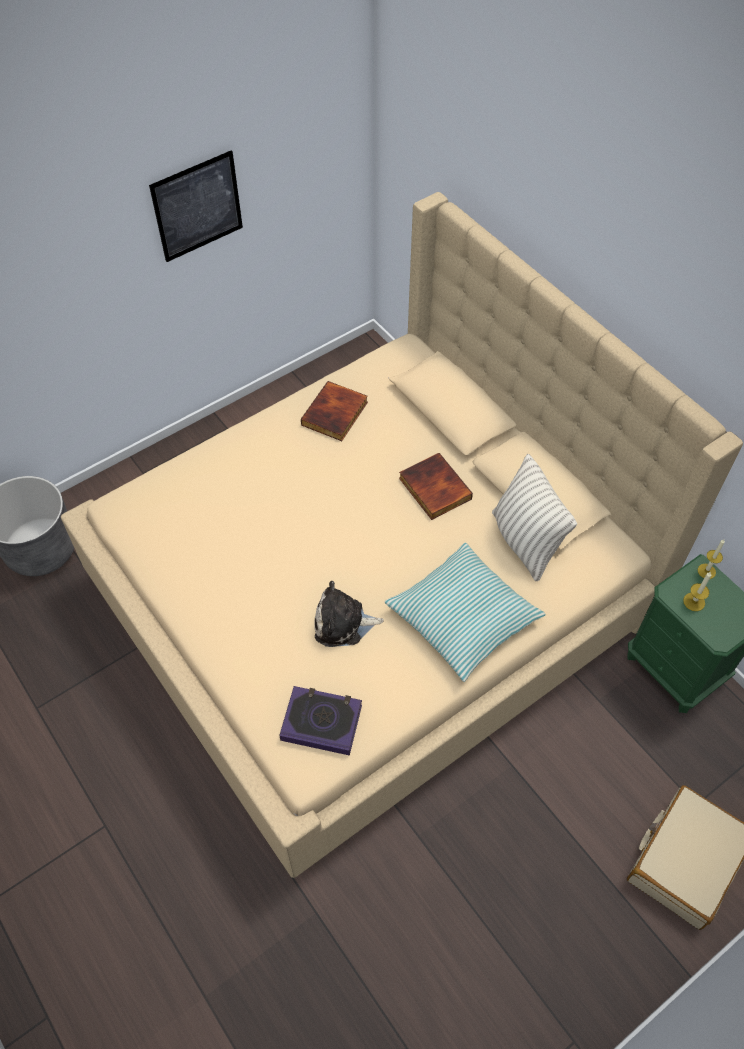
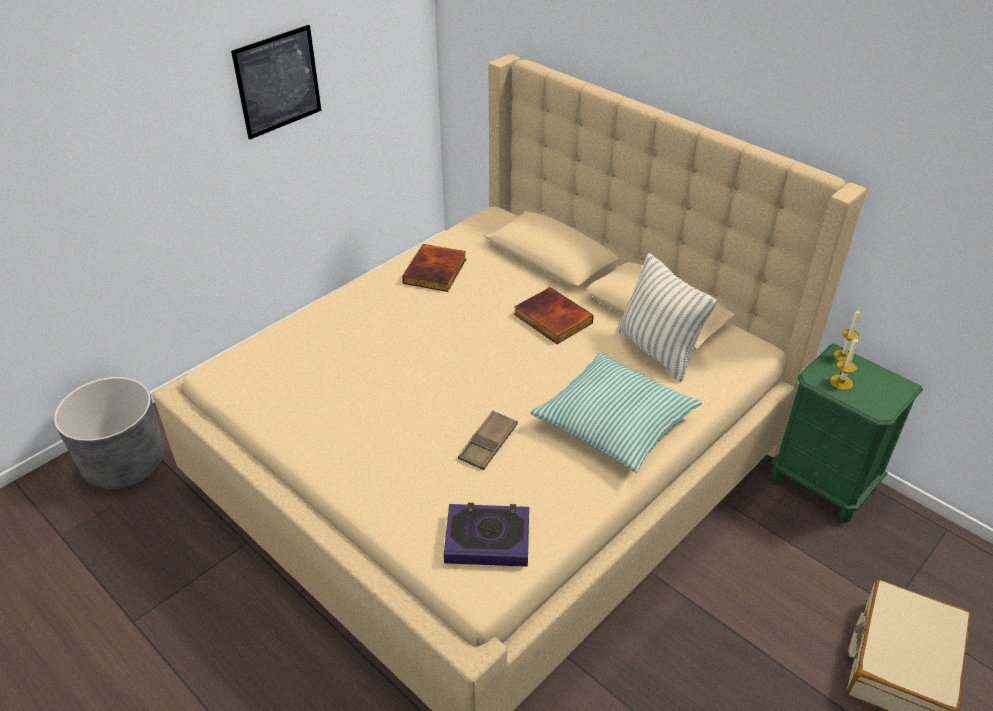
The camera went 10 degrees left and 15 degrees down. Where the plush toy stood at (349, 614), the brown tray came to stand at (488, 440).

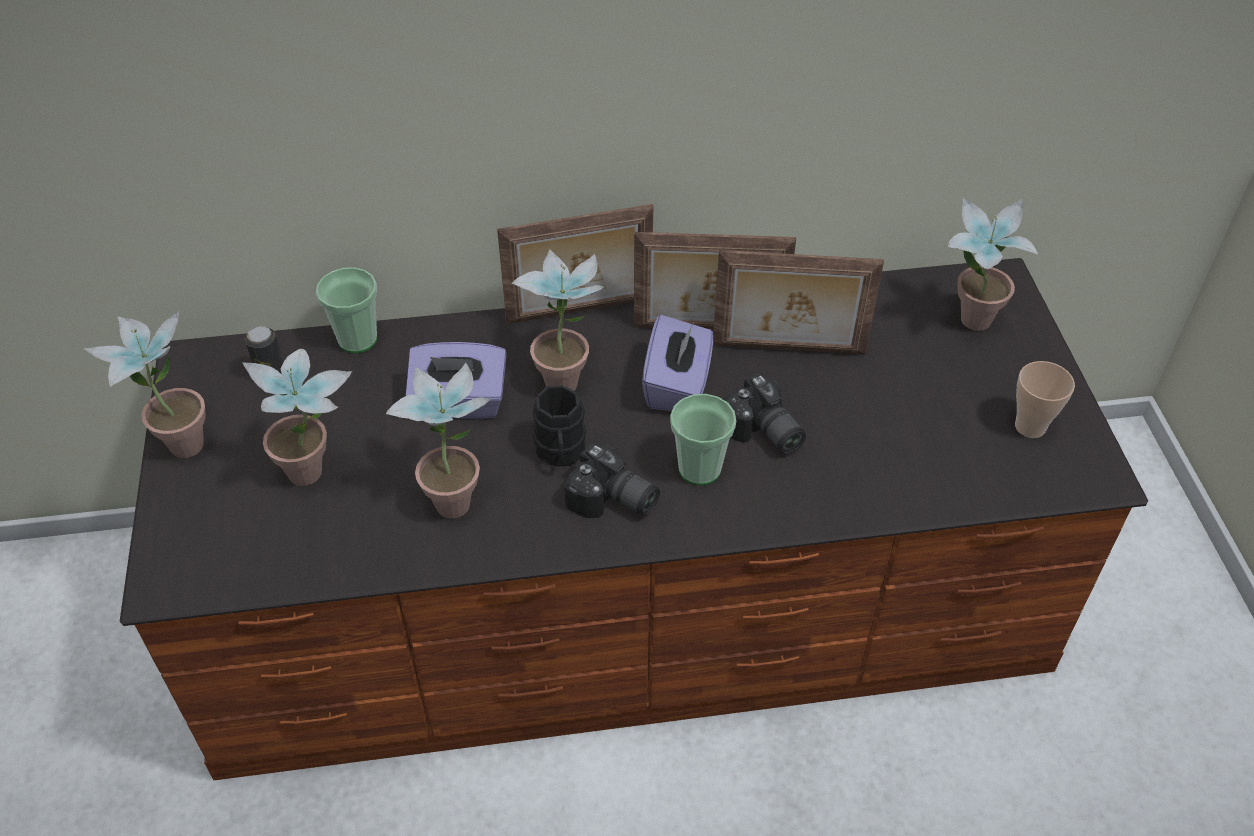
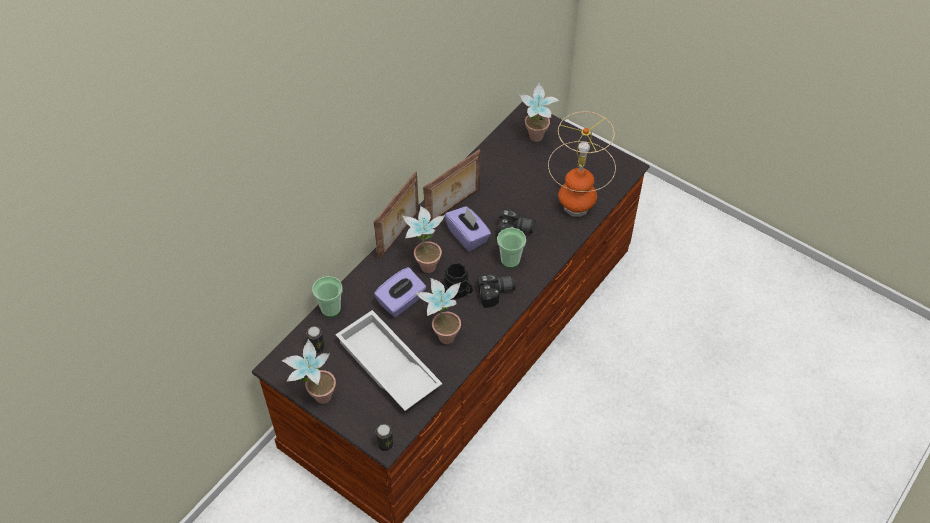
The camera went 45 degrees left and 5 degrees up. Where the potted plant stood at (297, 417), the white tray came to stand at (389, 360). The second view lost the picture frame at (798, 302). The second view lost the cup at (1045, 399). The second view gained the can at (384, 437). The second view gained the table lamp at (582, 164).

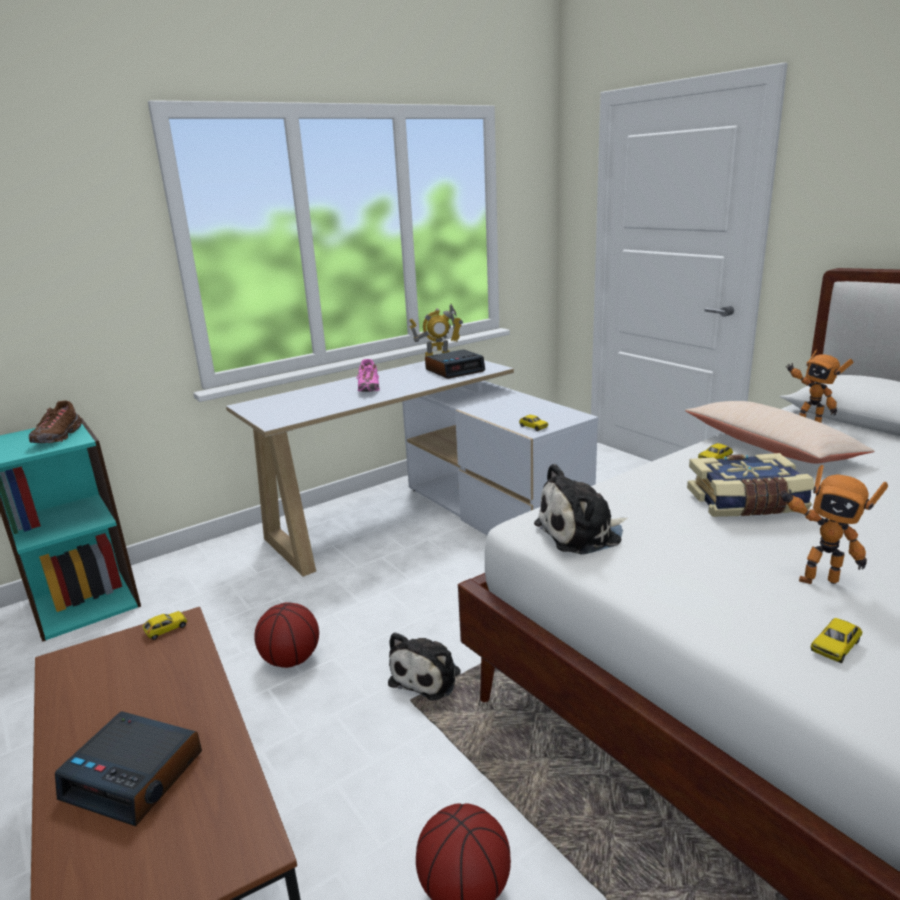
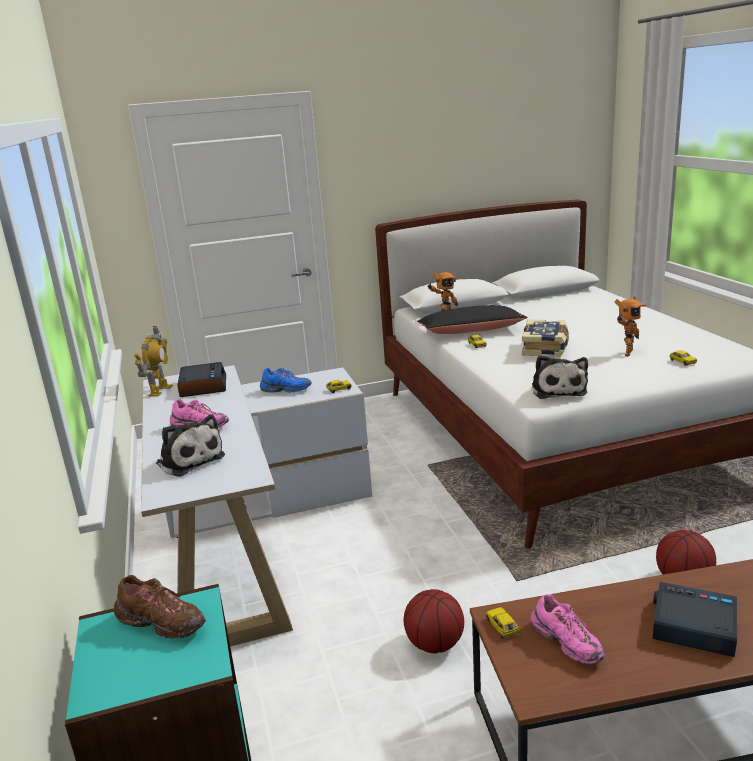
The camera went 70 degrees left and 0 degrees up. The alarm clock at (128, 768) ended up facing another way, 105 degrees counterclockwise from before. The plush toy ended up elsewhere, having gone from (424, 666) to (190, 445). What was the beige pillow at (779, 432) turned into the black pillow at (472, 319). The second view gained the blue shoe at (286, 380). The second view gained the pink shoe at (568, 629).

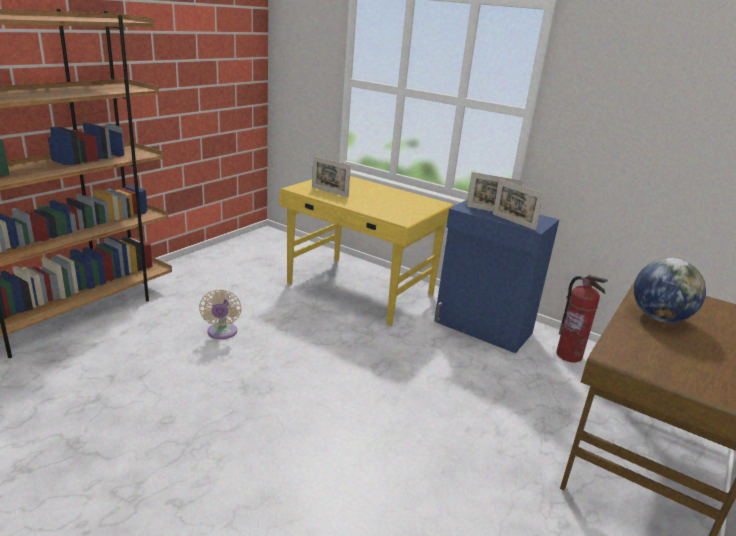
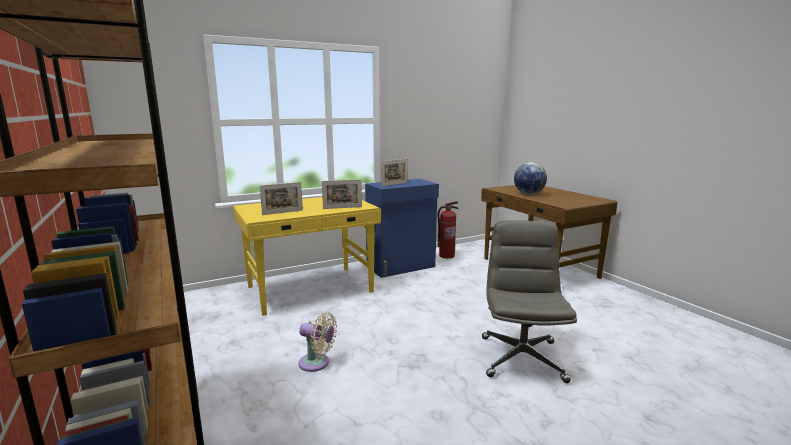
The camera went 60 degrees left and 10 degrees down. The picture frame ended up elsewhere, having gone from (518, 204) to (342, 194). The second view gained the grey office chair at (529, 301).

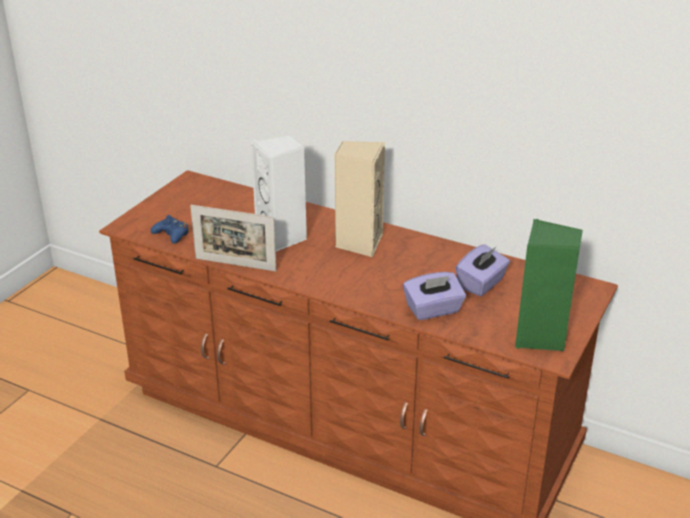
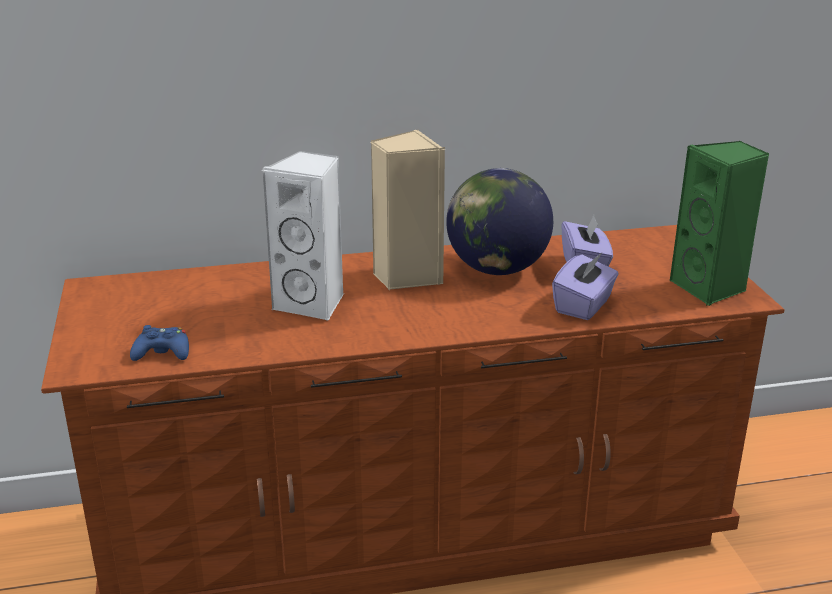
The camera went 40 degrees left and 5 degrees down. The second view lost the picture frame at (233, 238). The second view gained the globe at (499, 221).

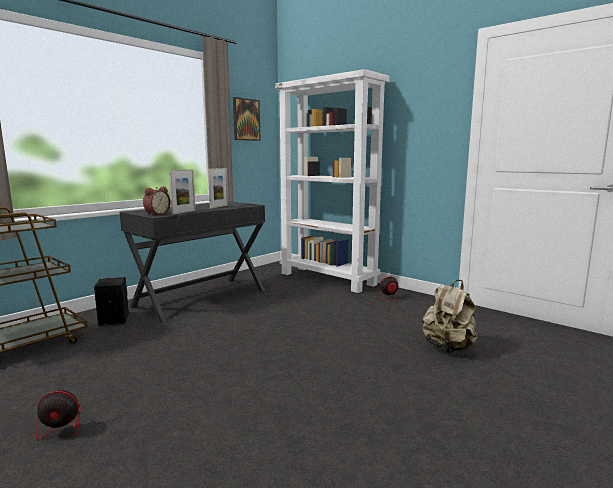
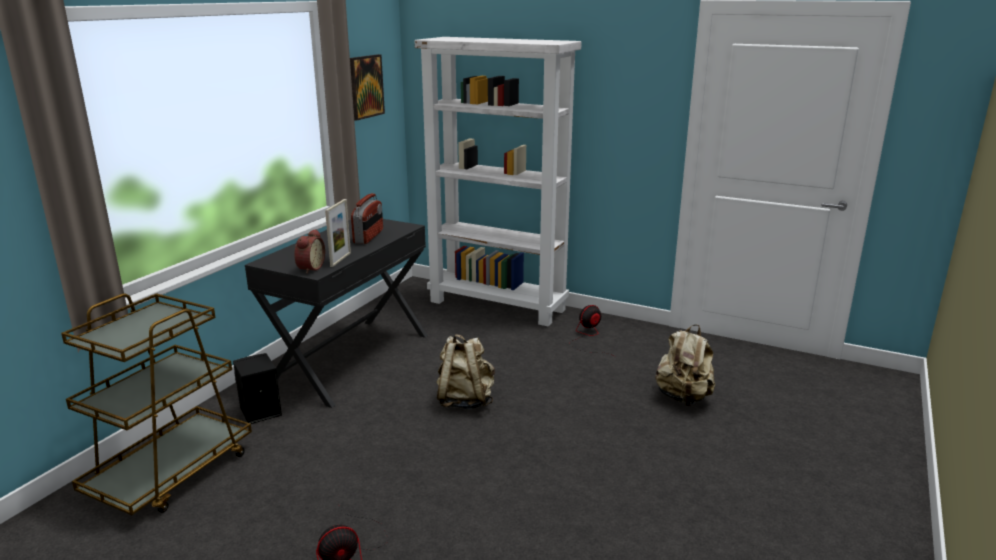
The camera went 15 degrees left and 10 degrees up. Where the picture frame stood at (218, 188), the radio came to stand at (367, 218). The second view gained the beige backpack at (466, 371).

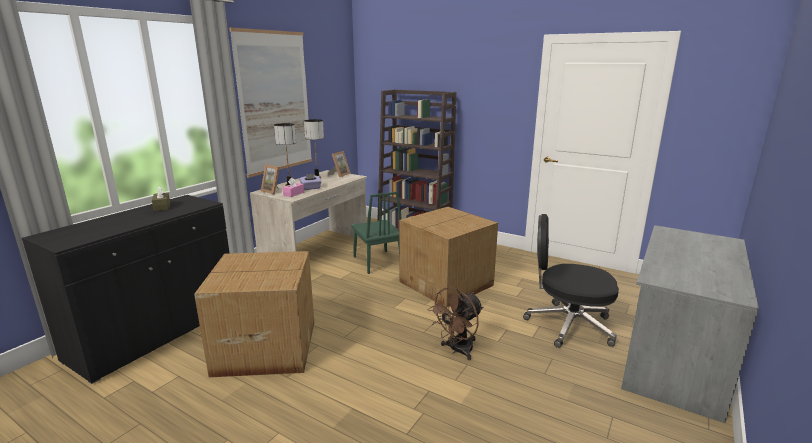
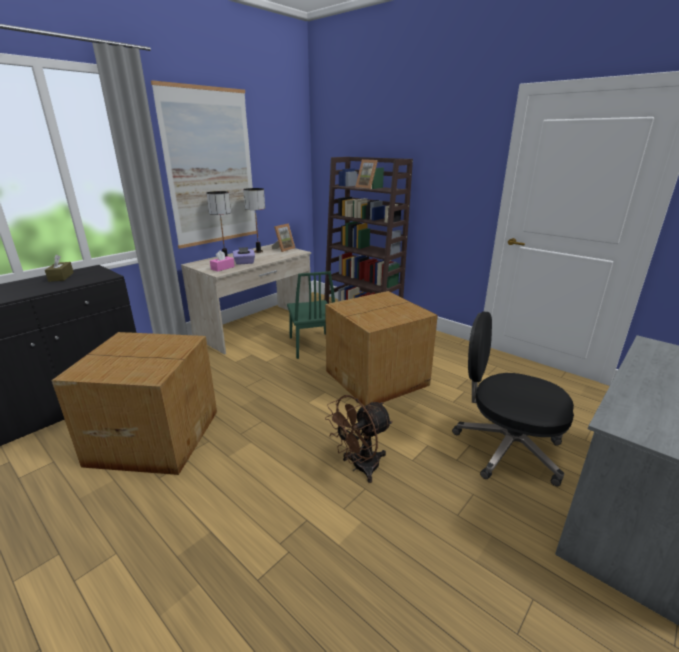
The camera went 10 degrees right and 5 degrees up. The picture frame ended up elsewhere, having gone from (270, 179) to (366, 174).

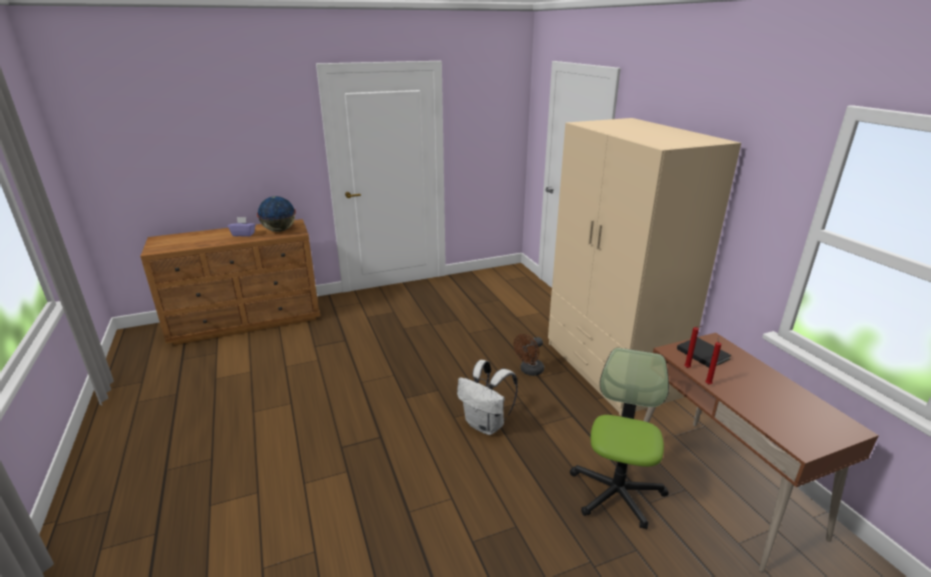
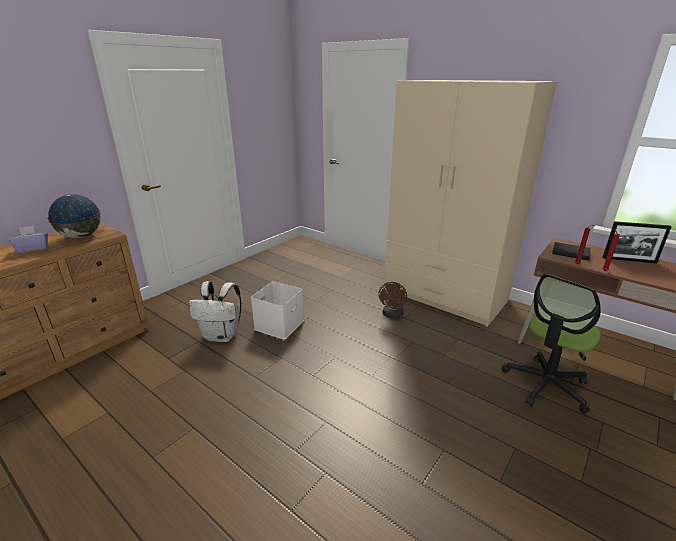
The camera went 30 degrees left and 0 degrees up. The white backpack ended up elsewhere, having gone from (487, 397) to (215, 311). The office chair at (619, 439) ended up facing another way, 120 degrees counterclockwise from before. The second view gained the white storage box at (277, 310). The second view gained the picture frame at (637, 242).

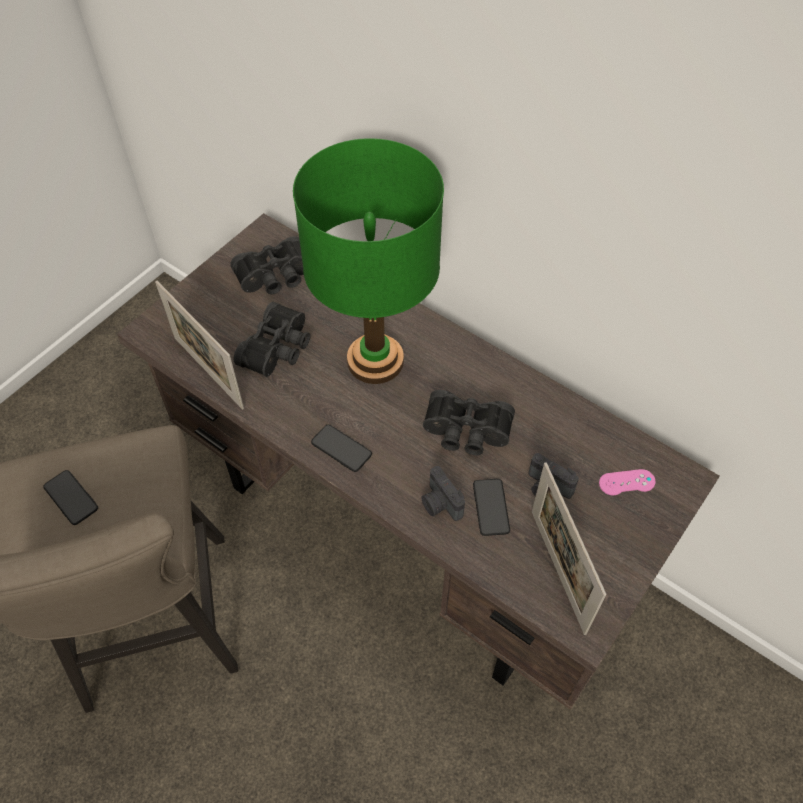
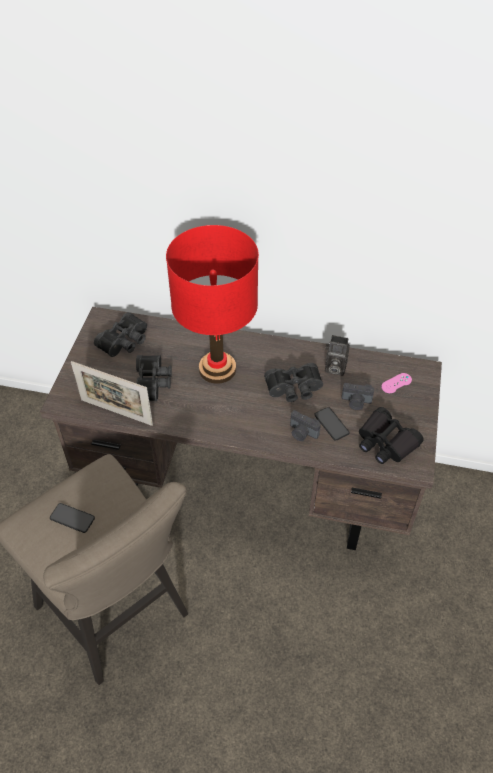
The camera went 25 degrees left and 5 degrees down. What was the green table lamp at (368, 261) turned into the red table lamp at (212, 304). The second view lost the phone at (341, 448). Where the picture frame stood at (569, 549), the black binoculars came to stand at (391, 435). The second view gained the photo camera at (337, 355).

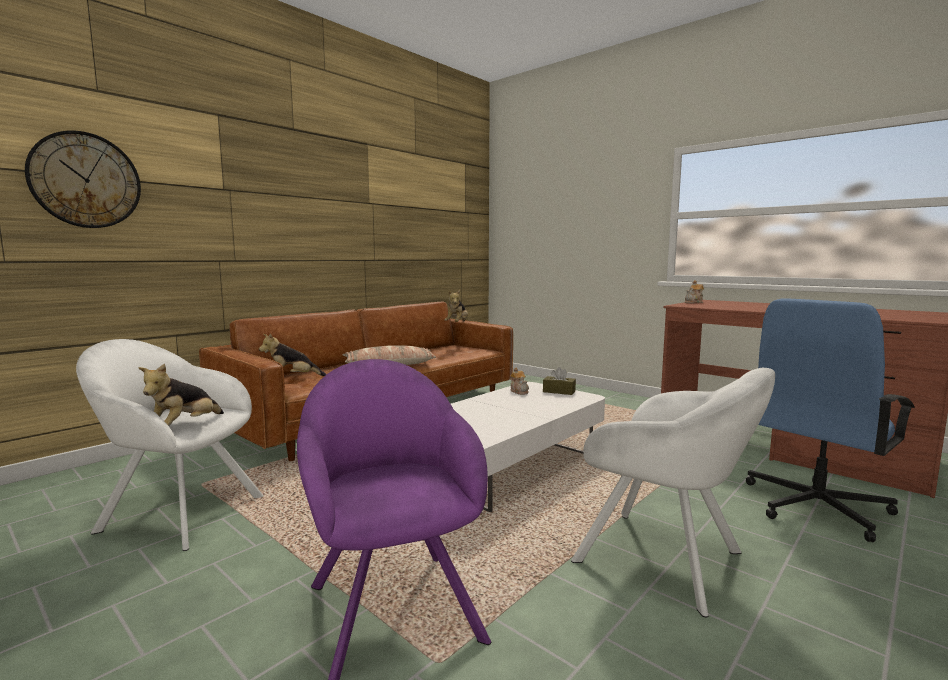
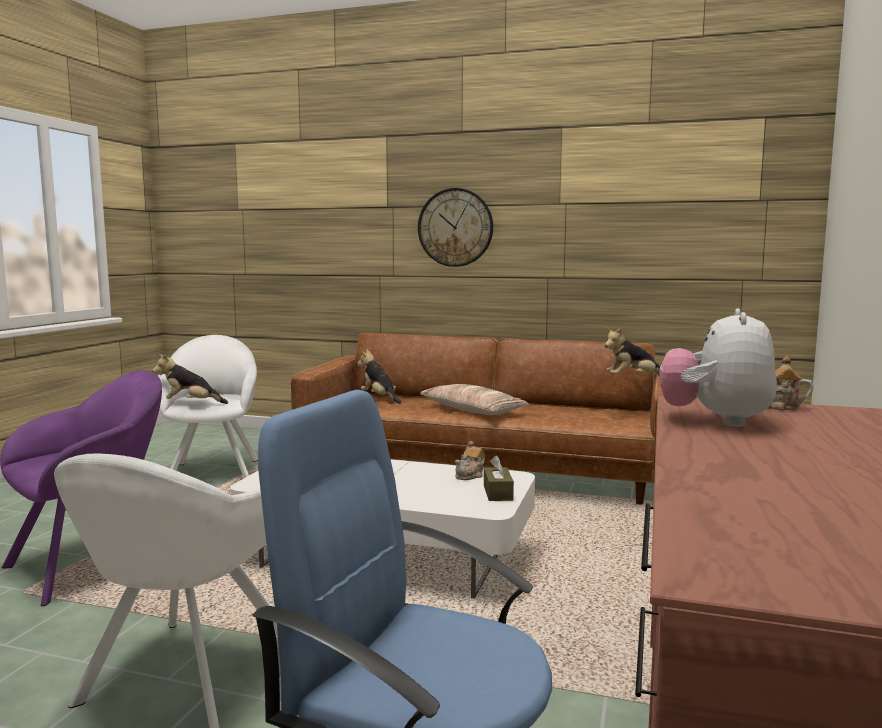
The camera went 65 degrees right and 0 degrees up. The wall clock ended up elsewhere, having gone from (83, 179) to (455, 227). The second view gained the plush toy at (718, 368).

